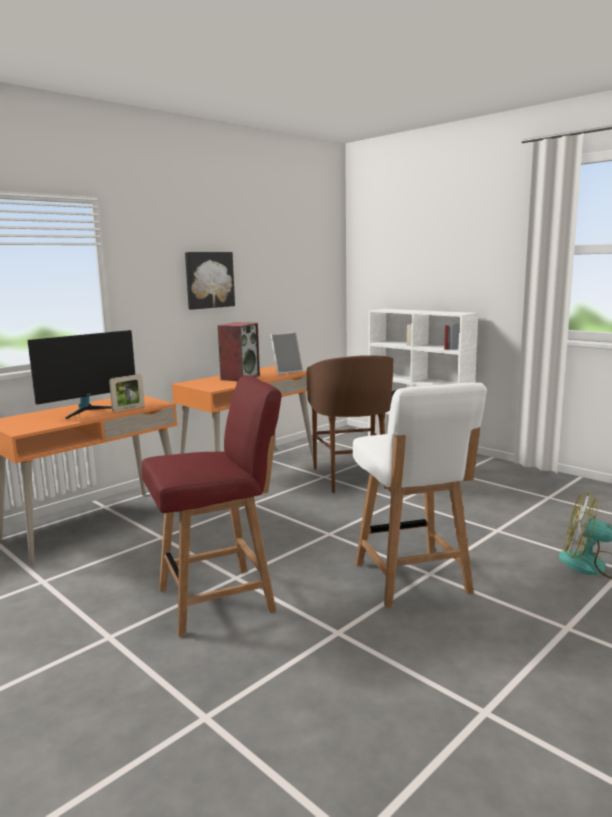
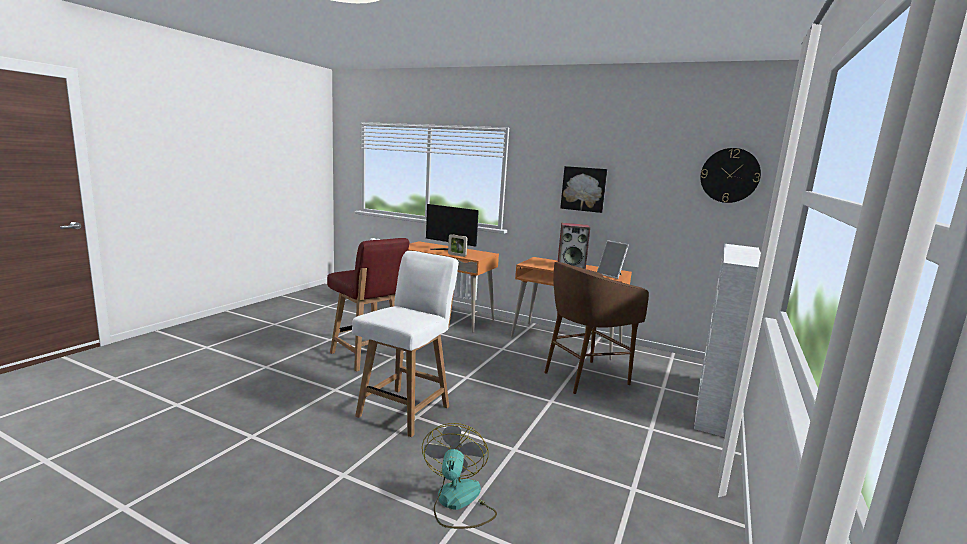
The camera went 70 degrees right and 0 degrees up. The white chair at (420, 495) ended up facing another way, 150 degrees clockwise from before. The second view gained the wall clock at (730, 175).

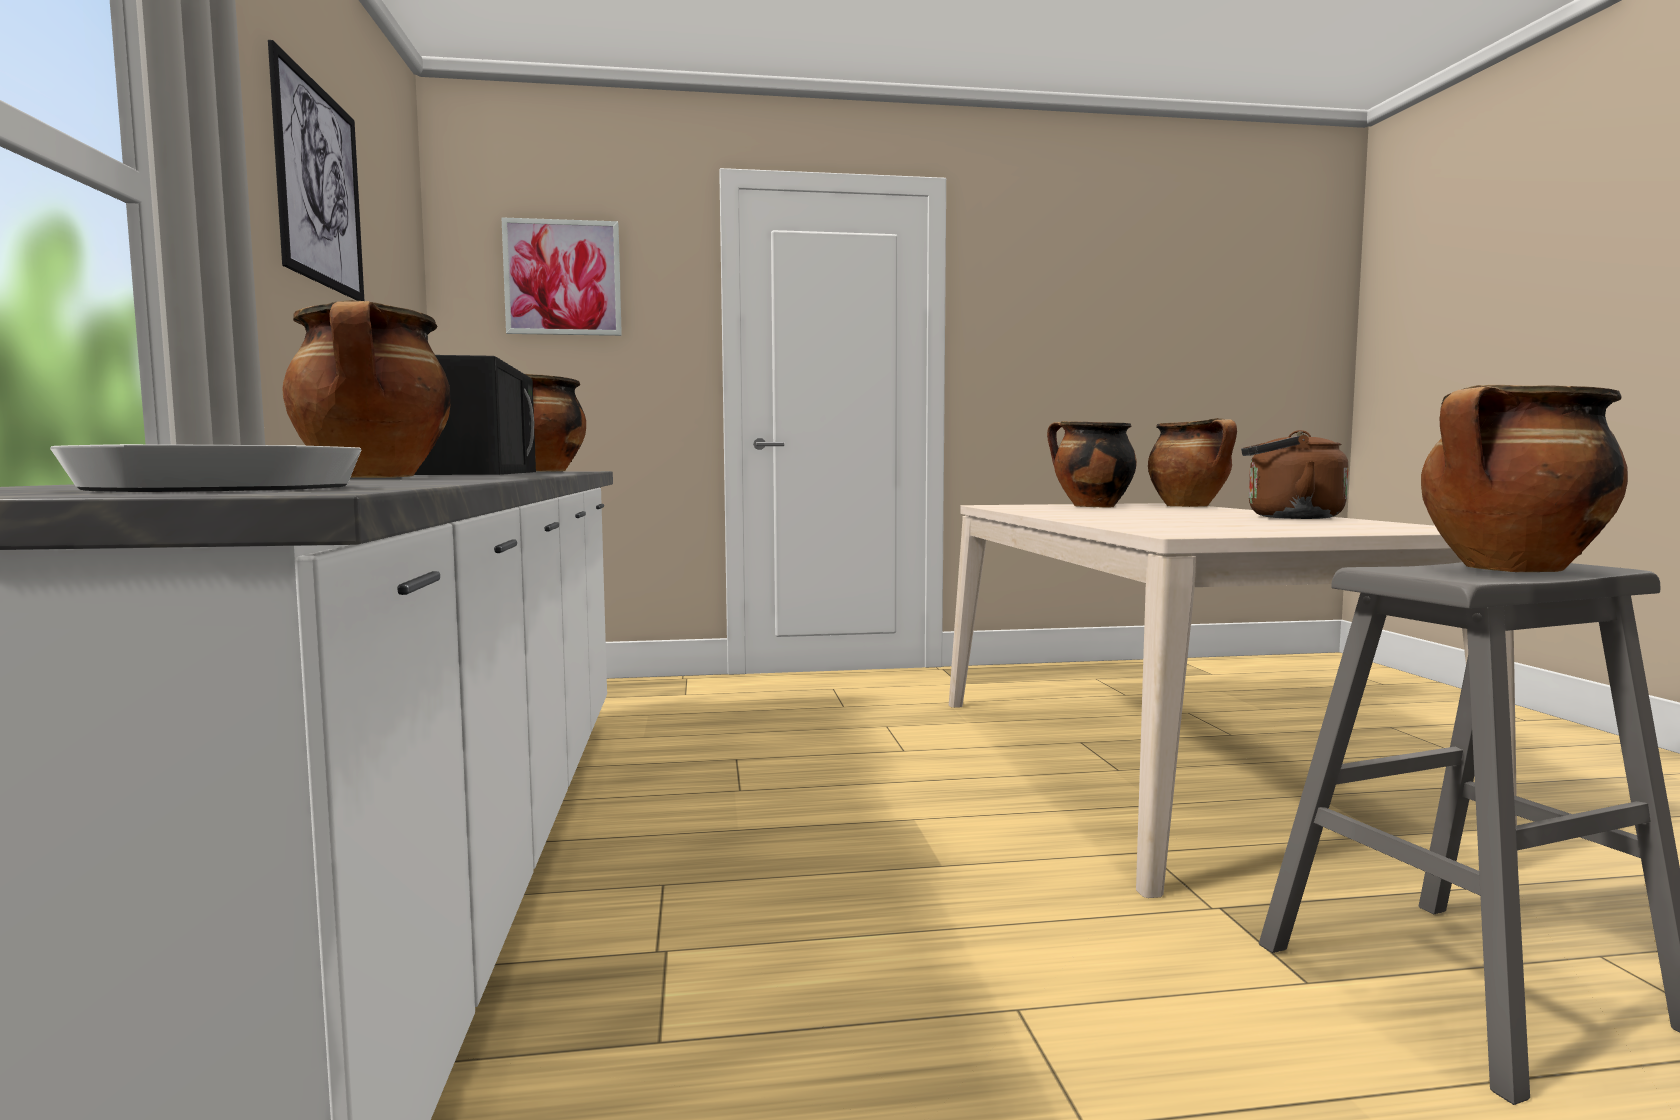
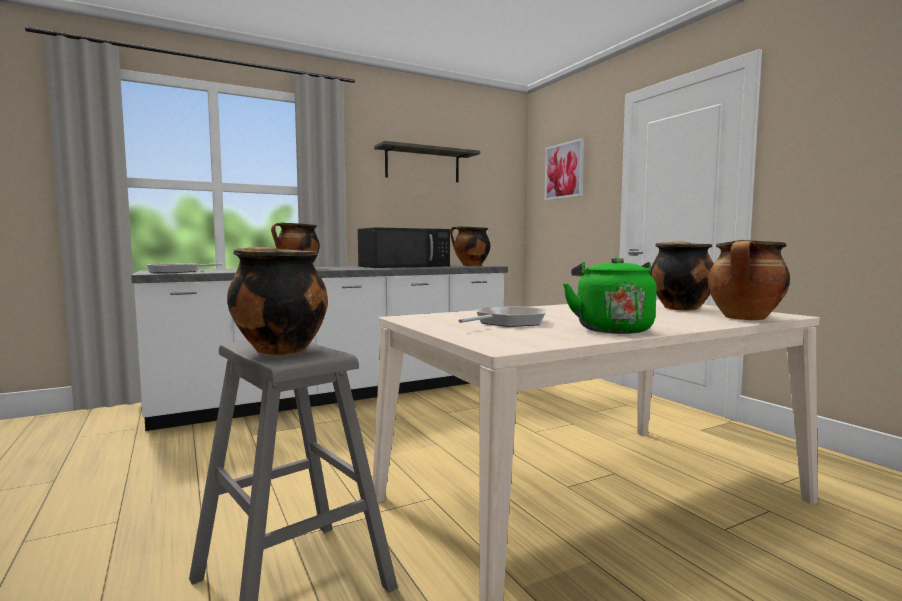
The camera went 70 degrees right and 0 degrees up. Where the picture hung at (316, 170), the shelf came to hang at (427, 161). What was the brown kettle at (1295, 474) turned into the green kettle at (610, 295). The second view gained the frying pan at (502, 316).

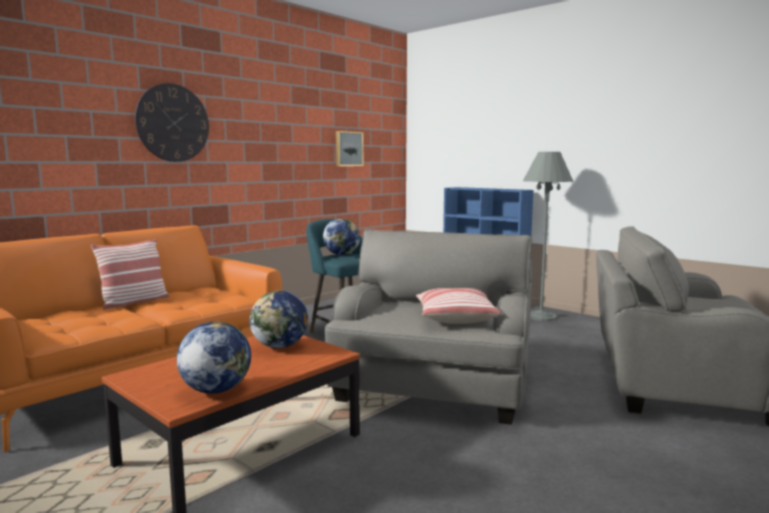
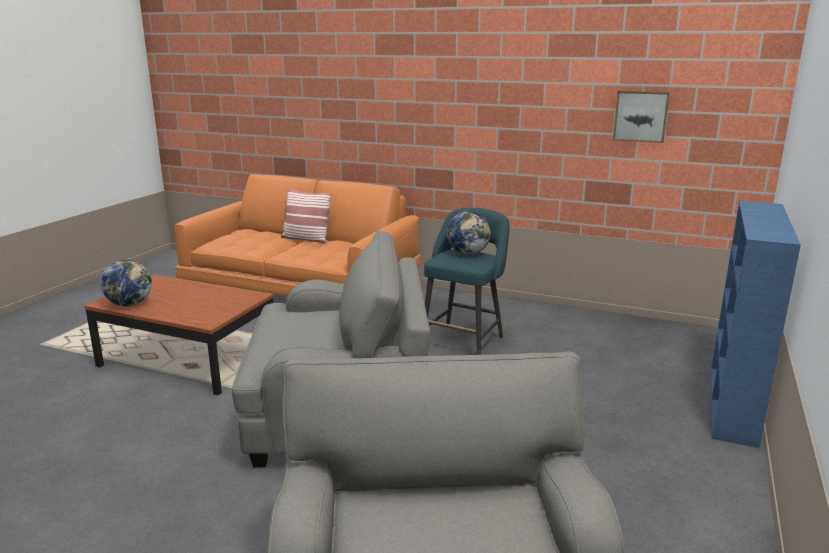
The camera went 70 degrees right and 10 degrees up. The second view lost the wall clock at (172, 122). The second view lost the globe at (279, 319). The second view lost the pillow at (459, 306). The second view lost the grey floor lamp at (548, 236).

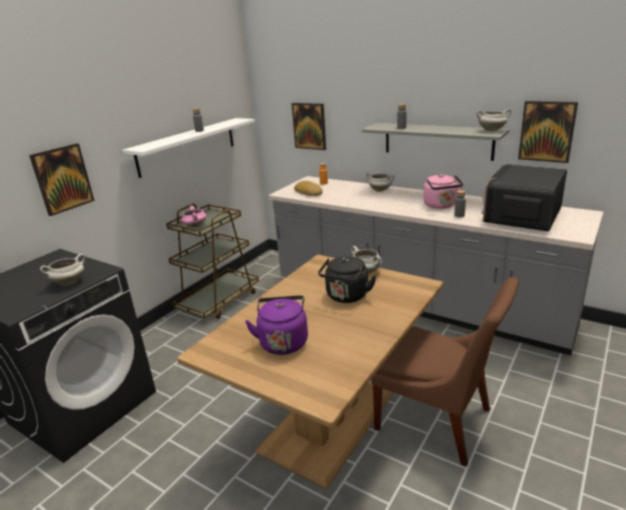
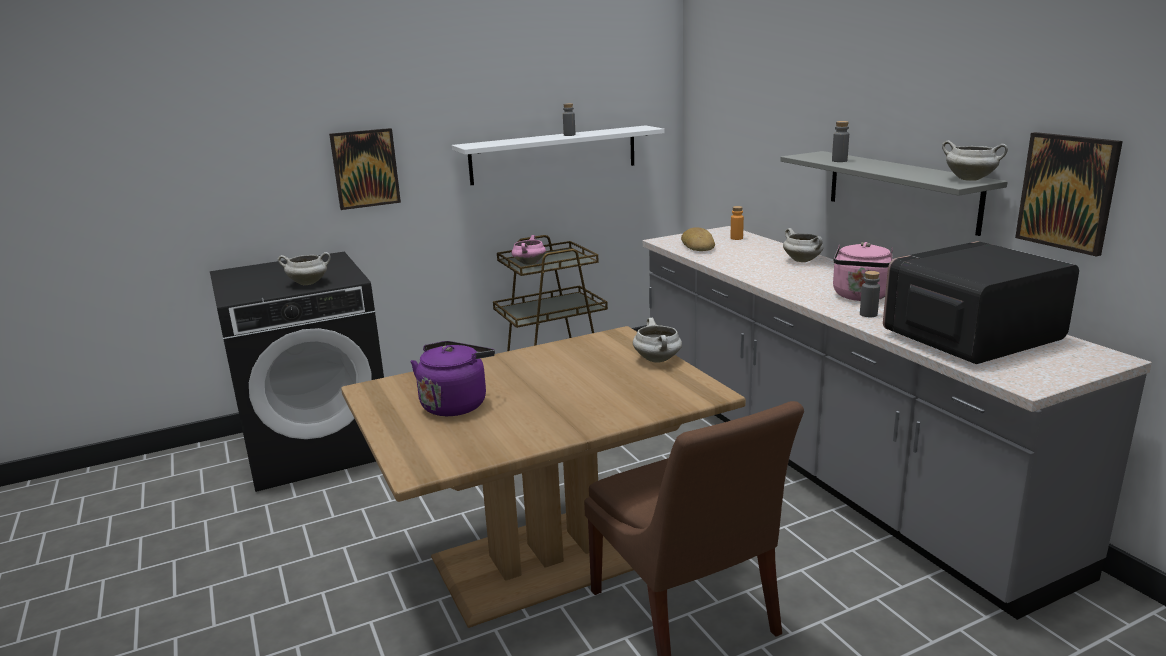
The camera went 30 degrees right and 5 degrees down. The second view lost the picture at (309, 126). The second view lost the black kettle at (347, 279).

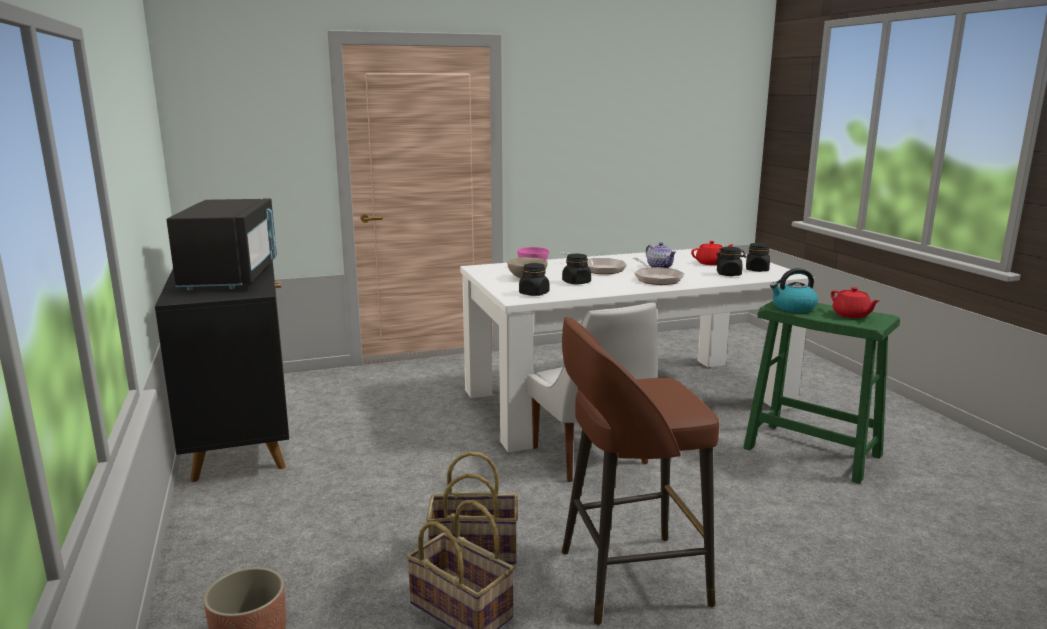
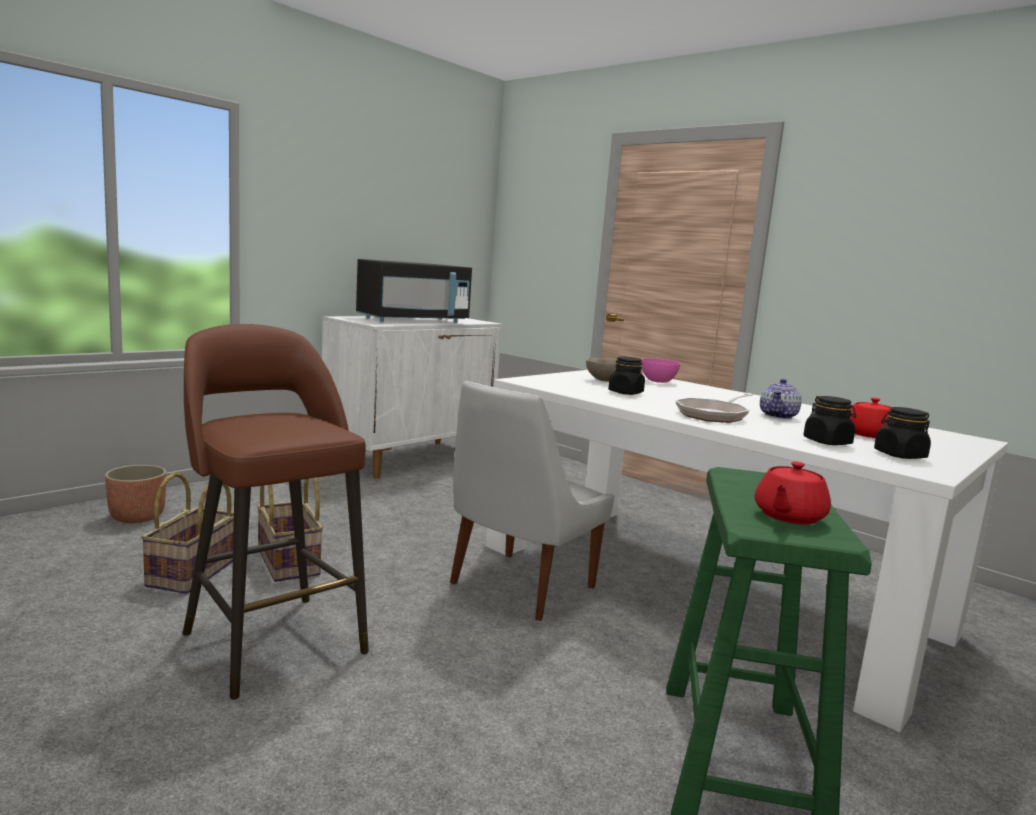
The camera went 60 degrees right and 5 degrees down. What was the black cabinet at (222, 371) turned into the white cabinet at (412, 397). The second view lost the black jar at (534, 279). The second view lost the frying pan at (593, 263). The second view lost the kettle at (794, 290).

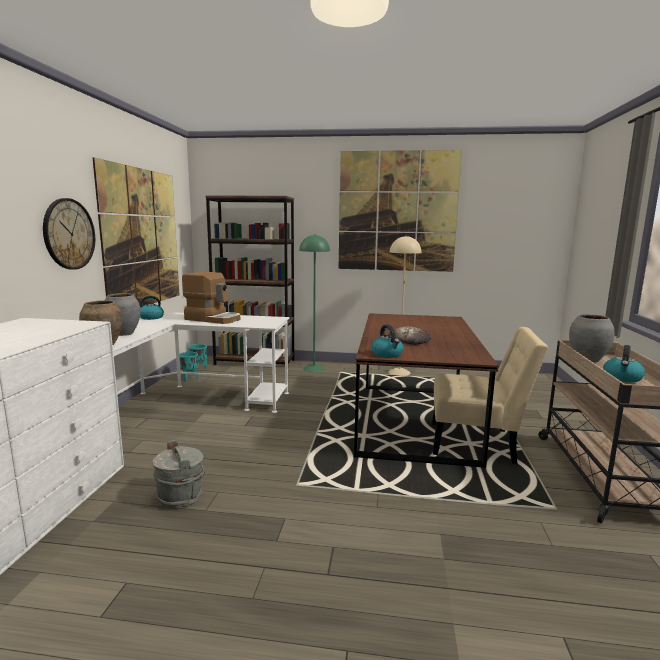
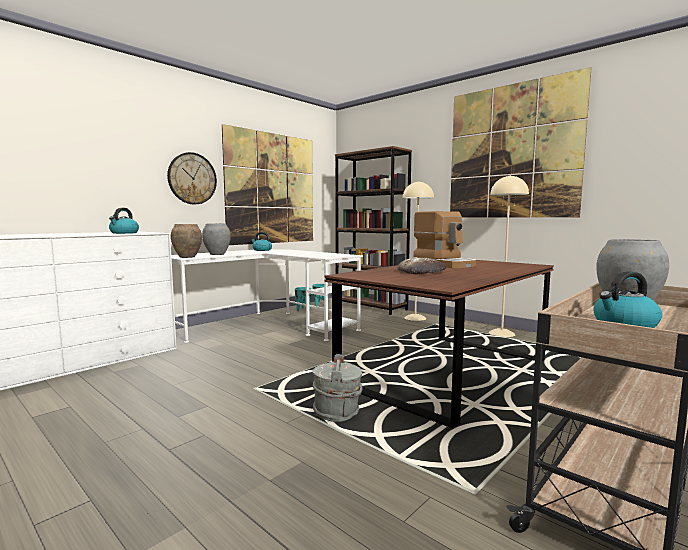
The camera went 35 degrees right and 5 degrees down. The grey bucket ended up elsewhere, having gone from (178, 474) to (337, 388). The coffee machine ended up elsewhere, having gone from (211, 298) to (444, 239). What was the green floor lamp at (314, 303) turned into the beige floor lamp at (418, 251). The kettle ended up elsewhere, having gone from (387, 341) to (124, 221). The second view lost the beige chair at (490, 395).

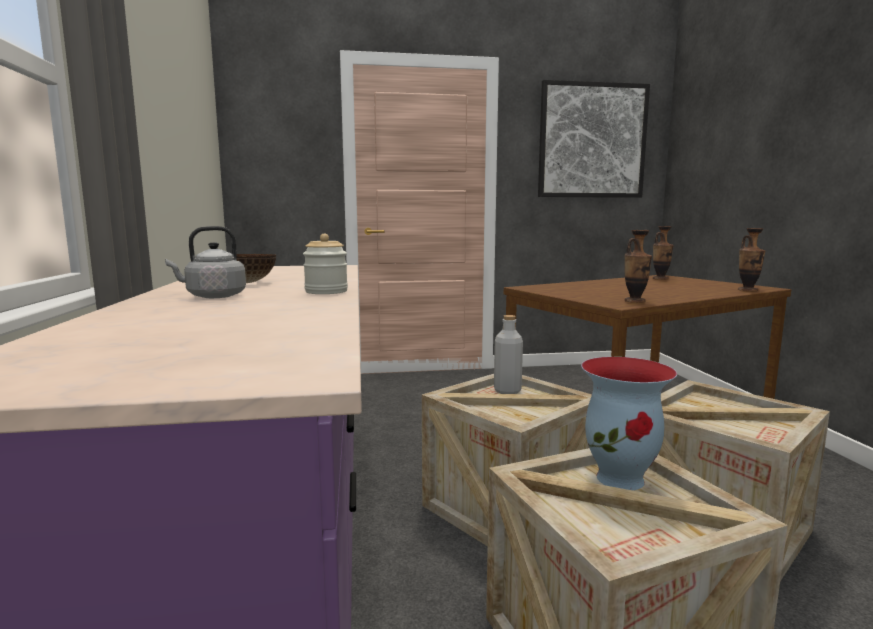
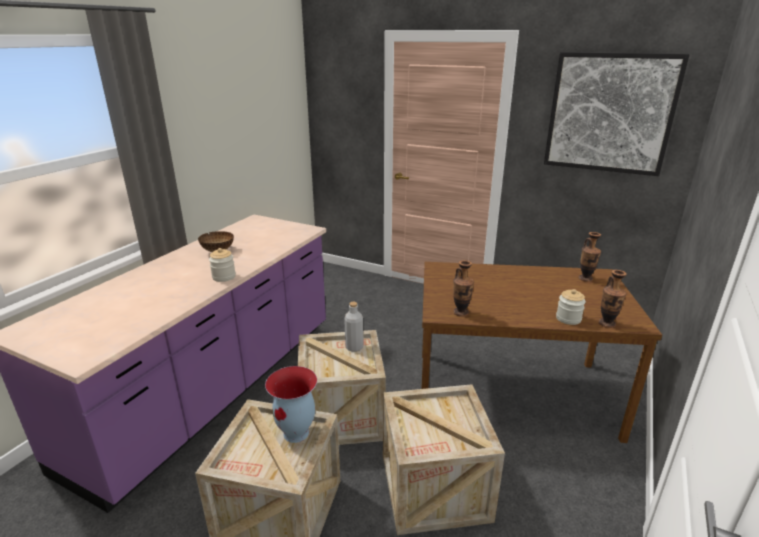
The camera went 35 degrees right and 15 degrees up. The second view lost the grey kettle at (205, 262). The second view gained the jar at (571, 307).

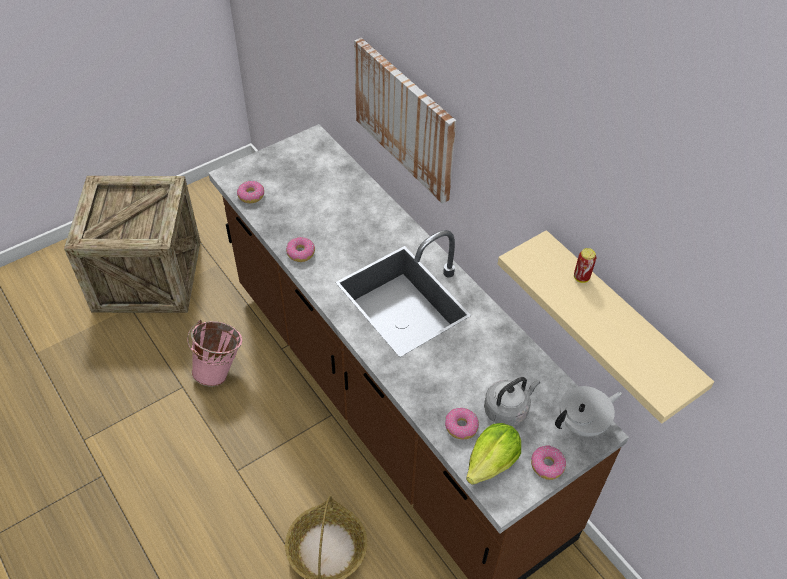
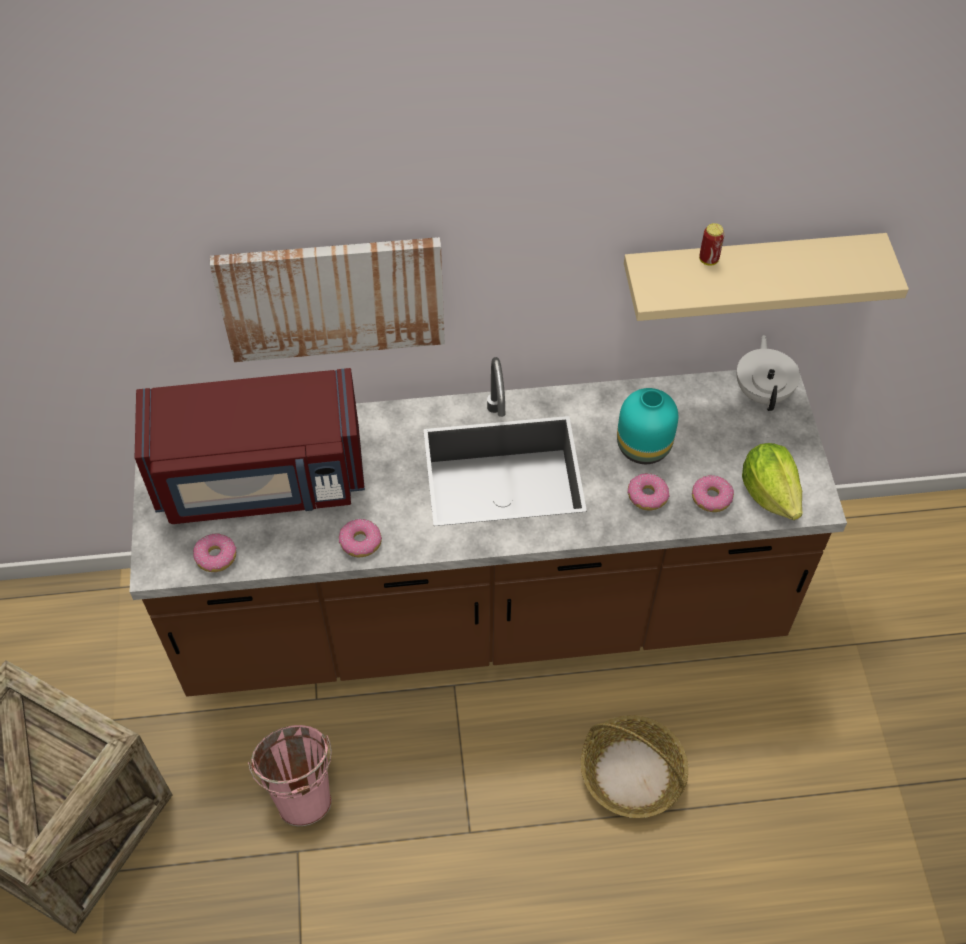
The camera went 60 degrees left and 5 degrees up. The second view lost the grey kettle at (512, 401). The donut ended up elsewhere, having gone from (548, 462) to (648, 491). The second view gained the red microwave at (250, 446). The second view gained the turquoise vase at (647, 426).

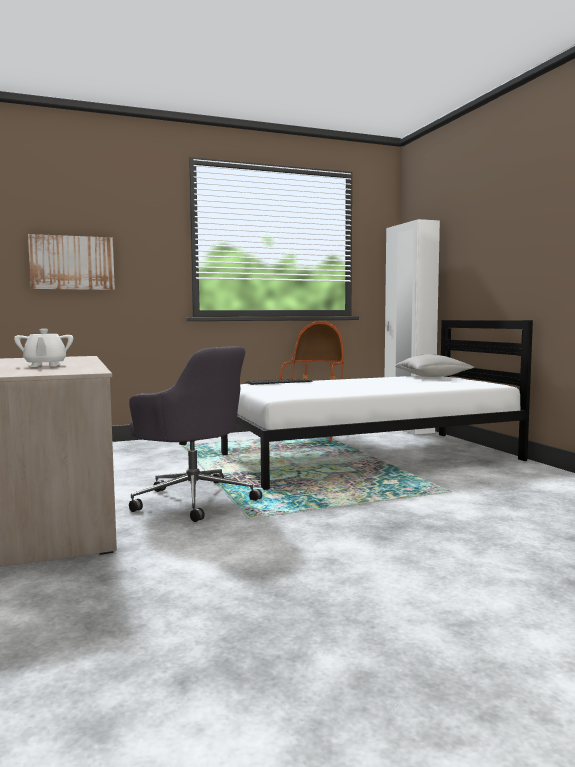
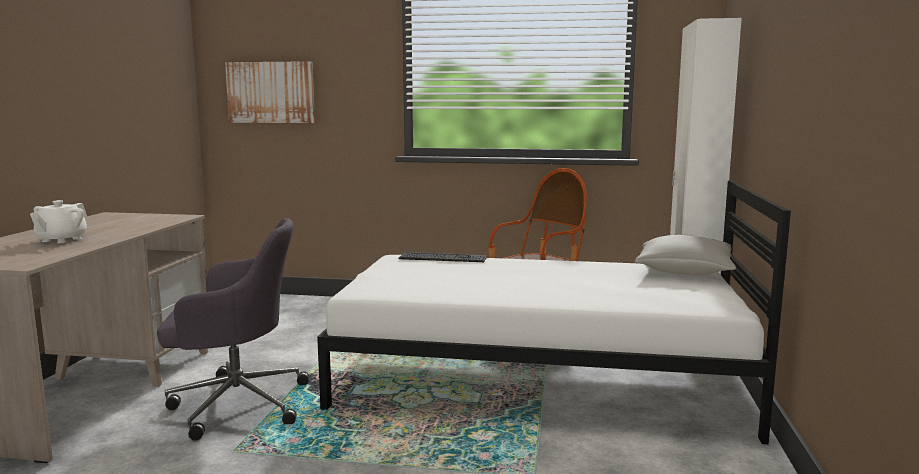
The camera went 30 degrees right and 5 degrees up. The grey office chair at (195, 434) ended up facing another way, 75 degrees counterclockwise from before.

